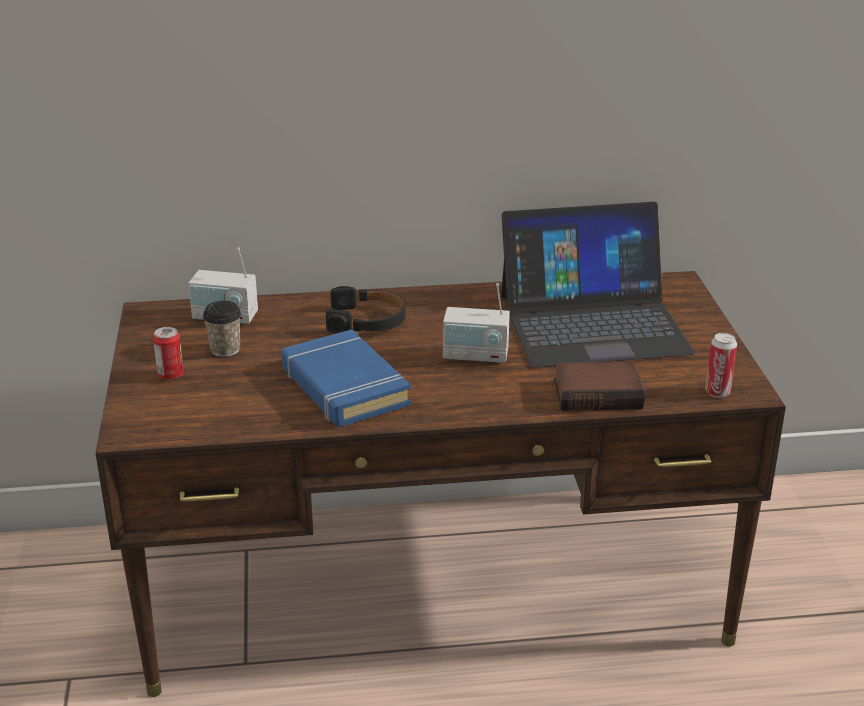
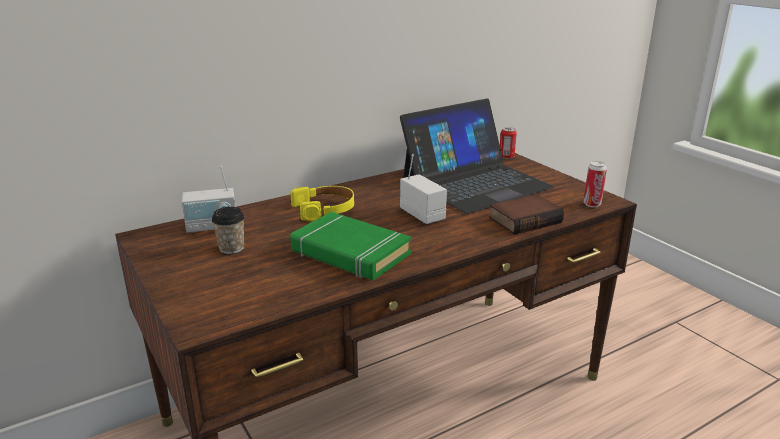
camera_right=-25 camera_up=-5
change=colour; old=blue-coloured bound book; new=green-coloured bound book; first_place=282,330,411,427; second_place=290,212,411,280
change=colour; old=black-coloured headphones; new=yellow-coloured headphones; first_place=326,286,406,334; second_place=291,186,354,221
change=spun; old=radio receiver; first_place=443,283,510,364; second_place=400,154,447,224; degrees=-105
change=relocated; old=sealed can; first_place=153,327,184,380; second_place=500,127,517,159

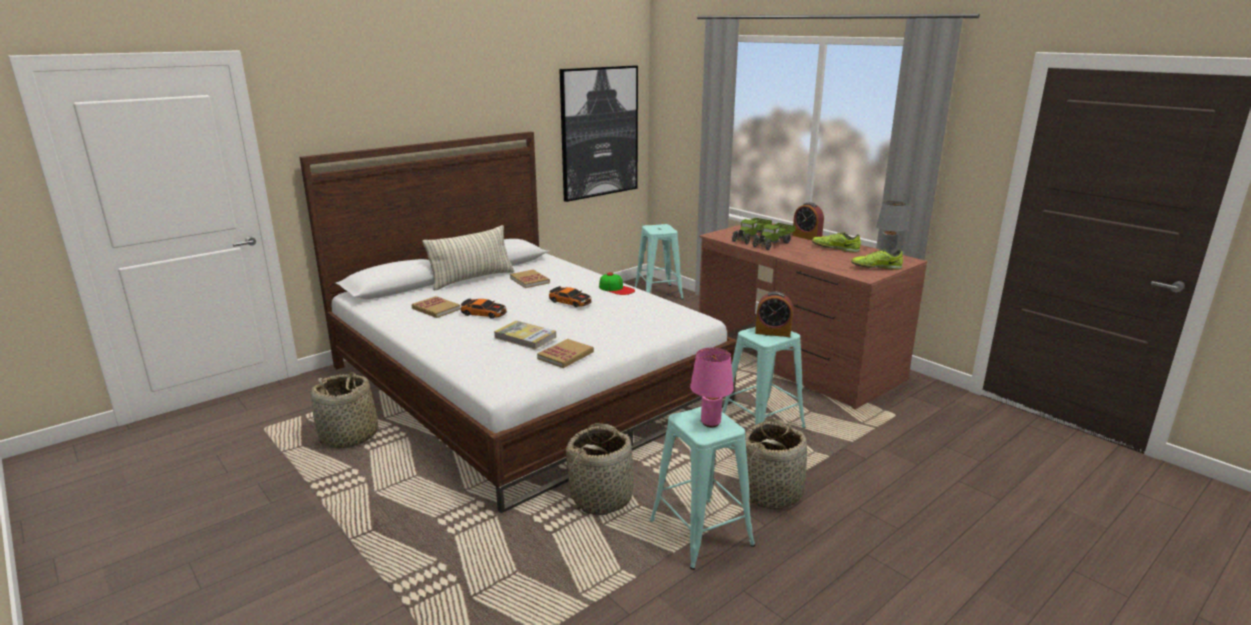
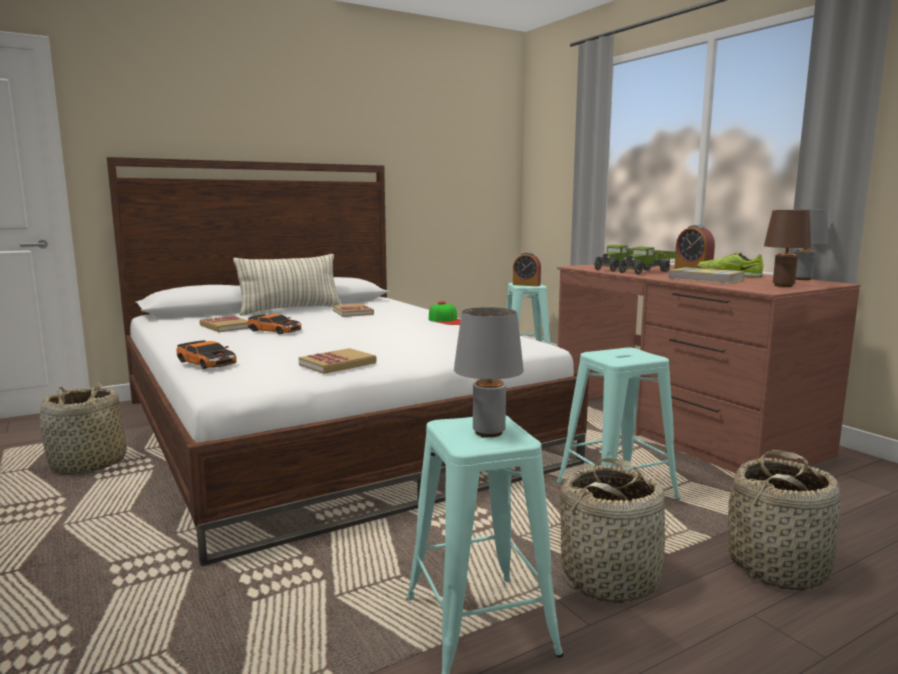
camera_right=10 camera_up=-10
change=relocated; old=miniature car; first_place=549,286,592,307; second_place=176,340,237,369
change=colour; old=pinkish table lamp; new=grey table lamp; first_place=690,348,734,427; second_place=454,307,524,437
change=relocated; old=alarm clock; first_place=755,291,793,337; second_place=513,252,541,286
change=relocated; old=bound book; first_place=494,321,556,349; second_place=668,267,744,283
change=relocated; old=basket; first_place=566,423,639,515; second_place=728,450,841,591
change=exchanged; old=item of footwear; new=brownish table lamp; first_place=851,249,903,270; second_place=764,210,811,287
change=missing; old=wall art; first_place=559,65,638,202

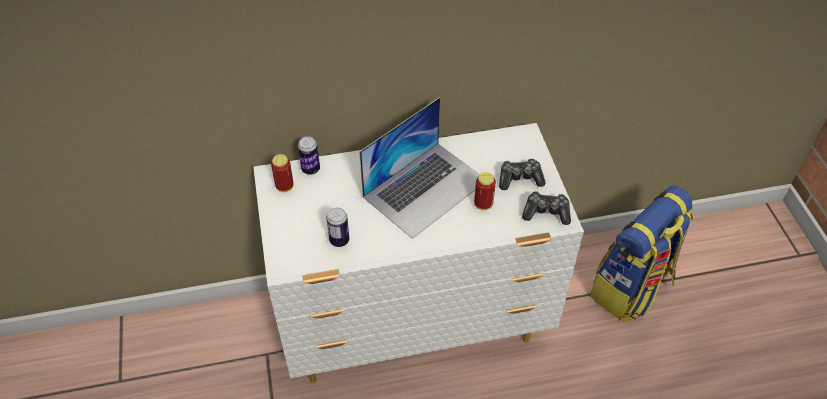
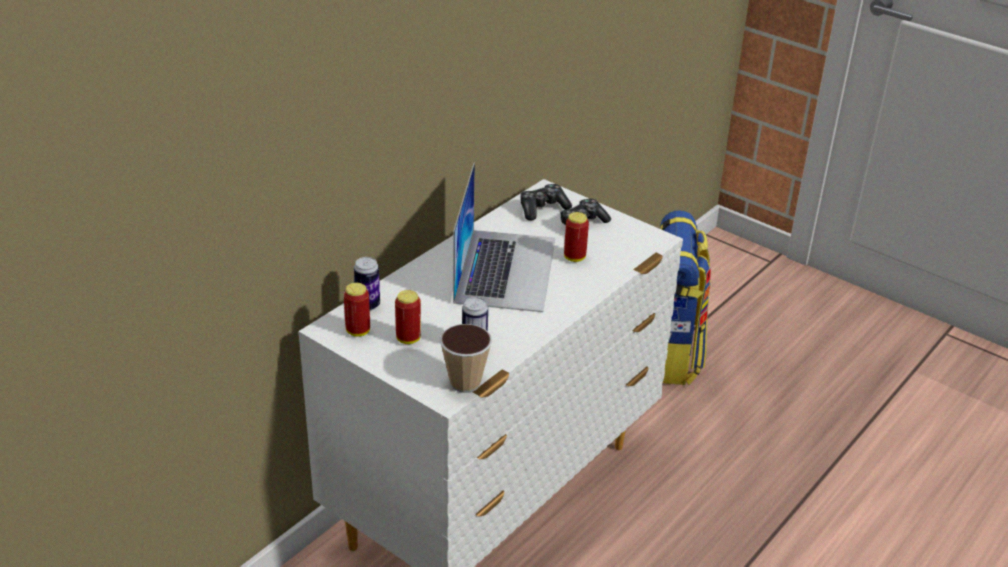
camera_right=-40 camera_up=-15
change=appeared; new=sealed can; second_place=395,290,421,344
change=appeared; new=cup; second_place=440,324,492,393
change=relocated; old=game controller; first_place=522,191,571,225; second_place=521,184,572,221

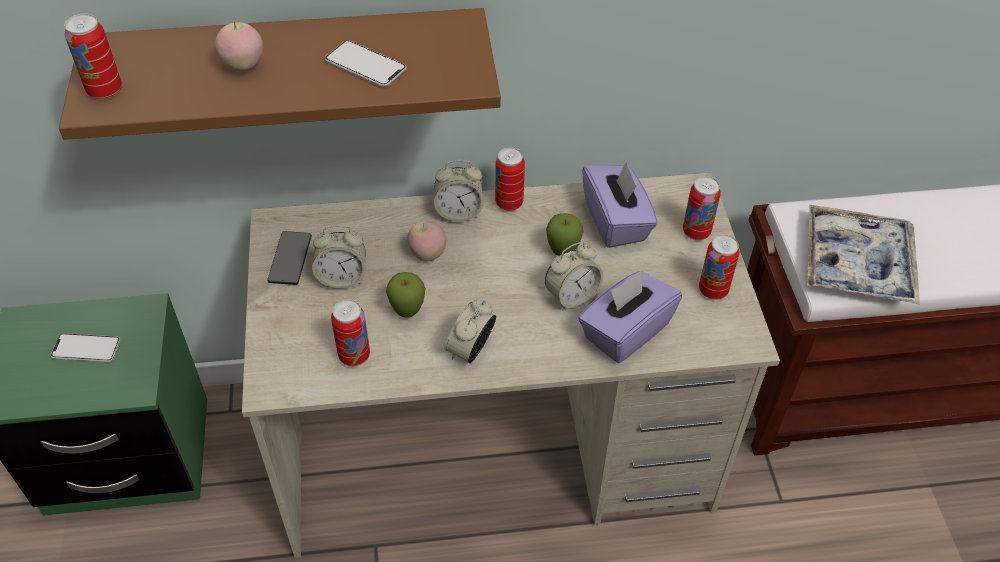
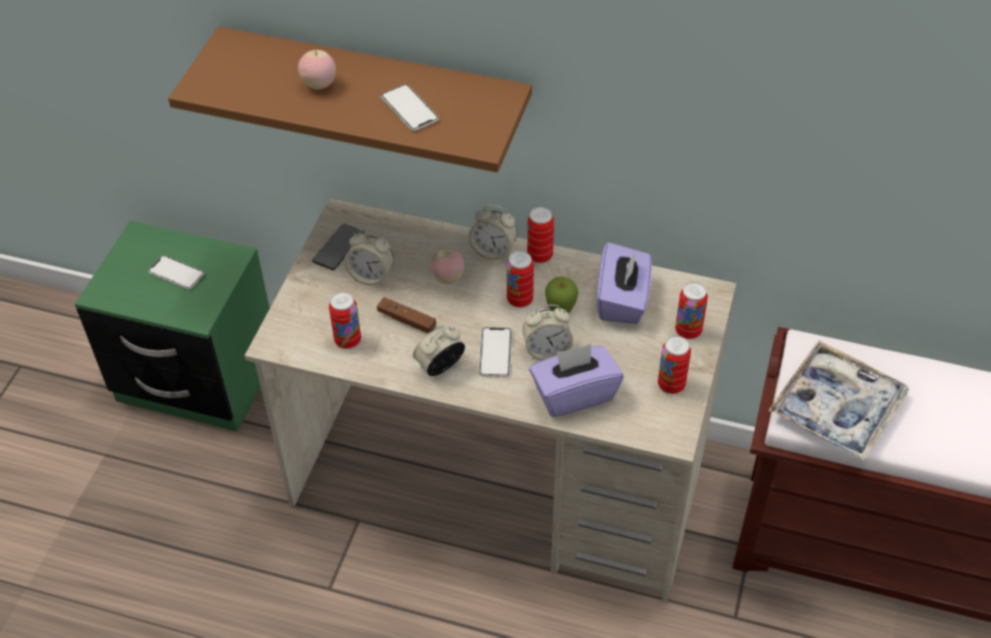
camera_right=25 camera_up=0
change=exchanged; old=apple fruit; new=brownish game controller; first_place=386,272,425,318; second_place=377,297,436,333
change=appeared; new=handset; second_place=479,327,512,377
change=relocated; old=sealed can; first_place=65,14,122,99; second_place=507,251,534,308

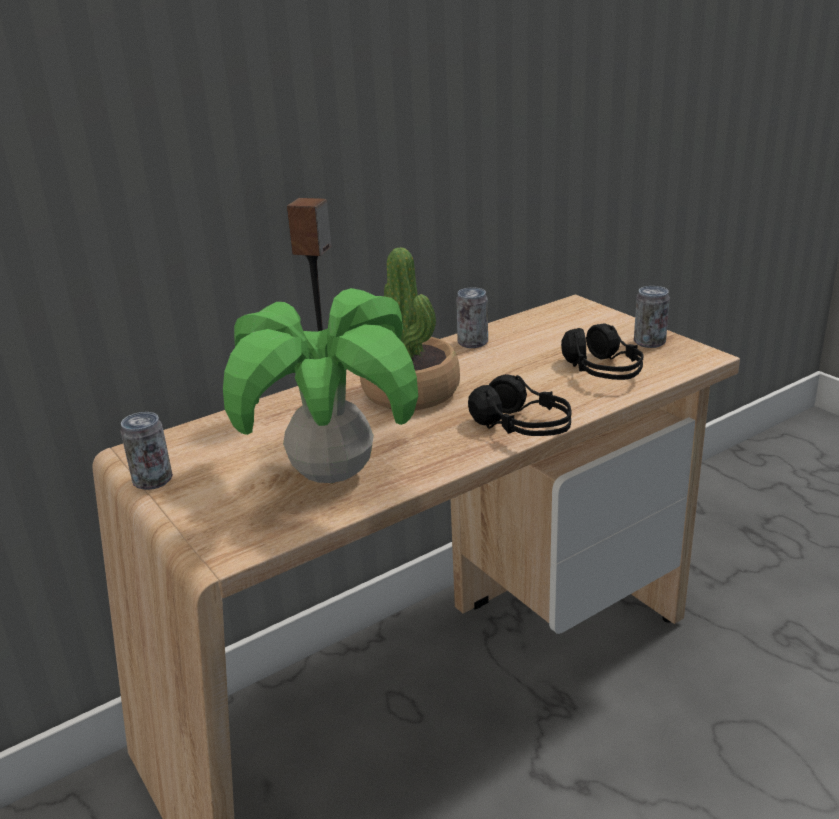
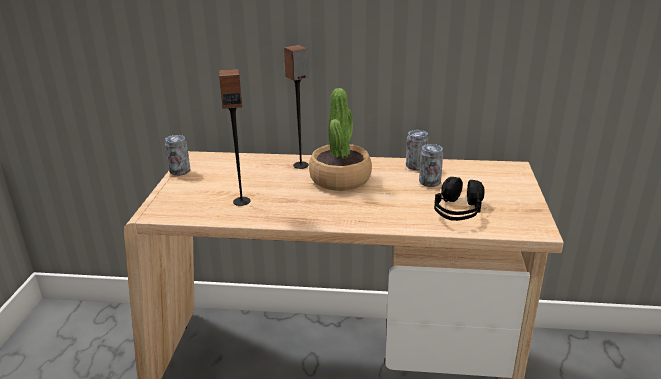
camera_right=40 camera_up=0
change=exchanged; old=houseplant; new=audio speaker; first_place=223,288,418,483; second_place=219,69,250,206
change=relocated; old=sealed can; first_place=634,286,670,348; second_place=419,144,443,187
change=missing; old=black-coloured headphones; first_place=468,374,572,436

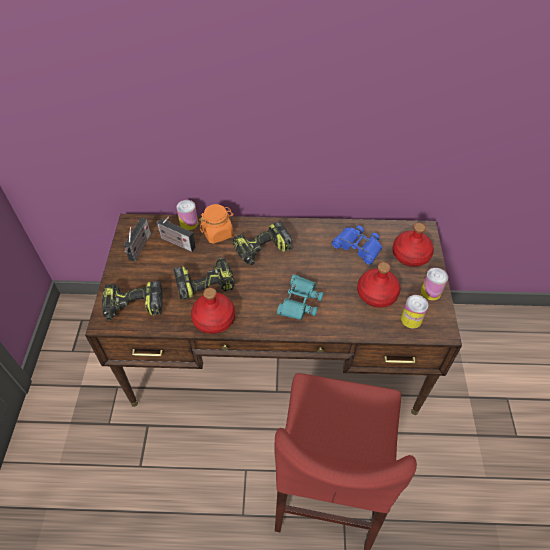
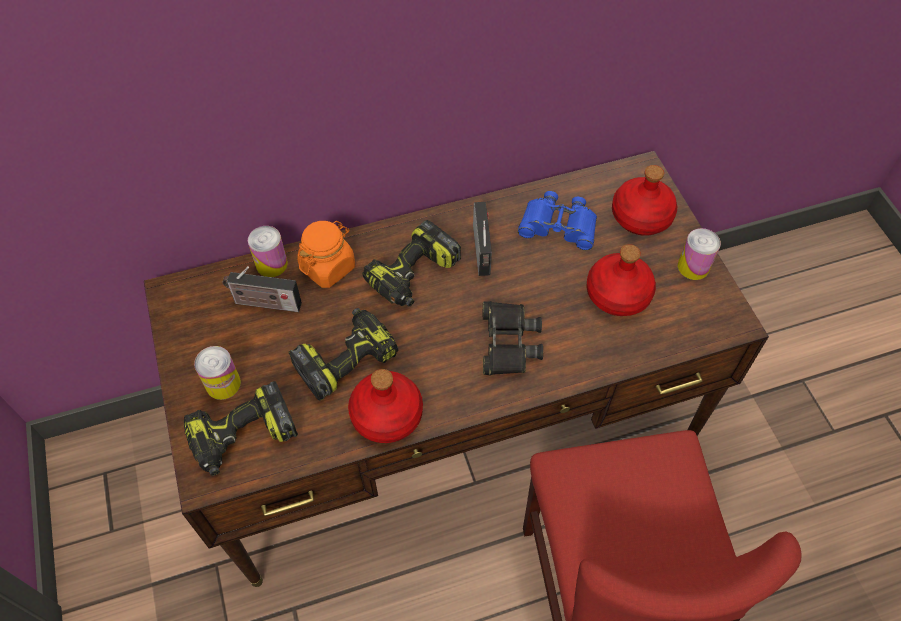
camera_right=-20 camera_up=5
change=relocated; old=sealed can; first_place=401,295,428,328; second_place=194,346,241,400
change=relocated; old=radio receiver; first_place=124,218,151,261; second_place=473,202,492,276
change=colour; old=blue-green binoculars; new=black-coloured binoculars; first_place=277,274,324,320; second_place=483,301,543,375

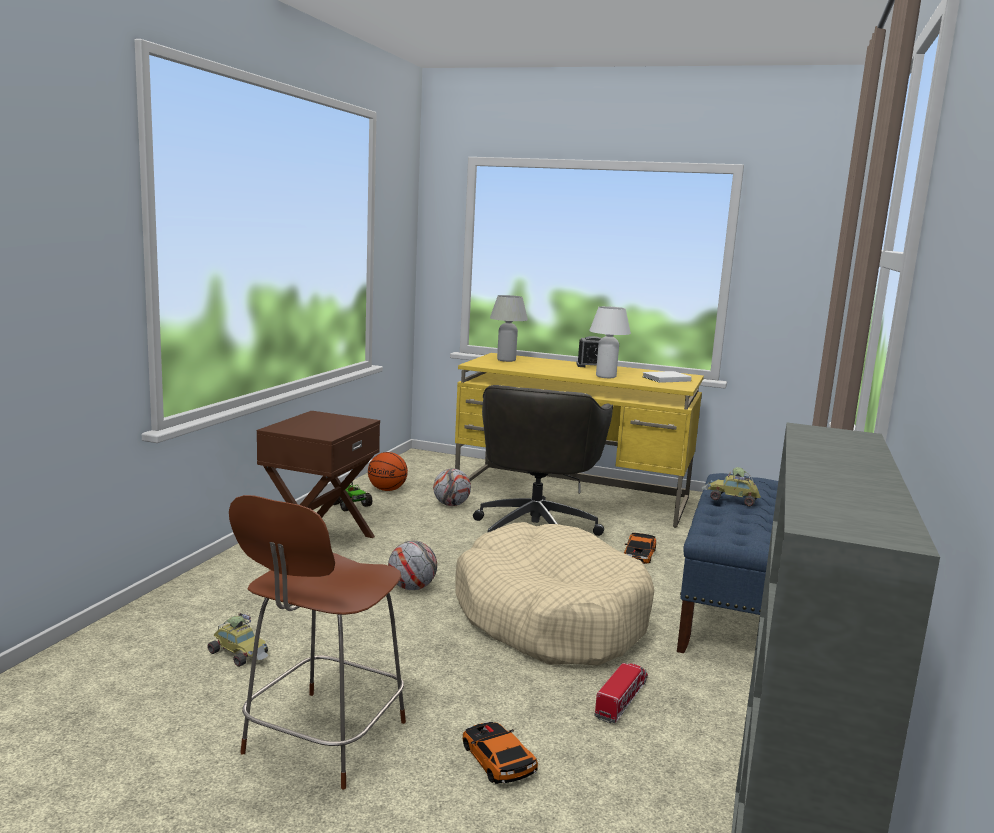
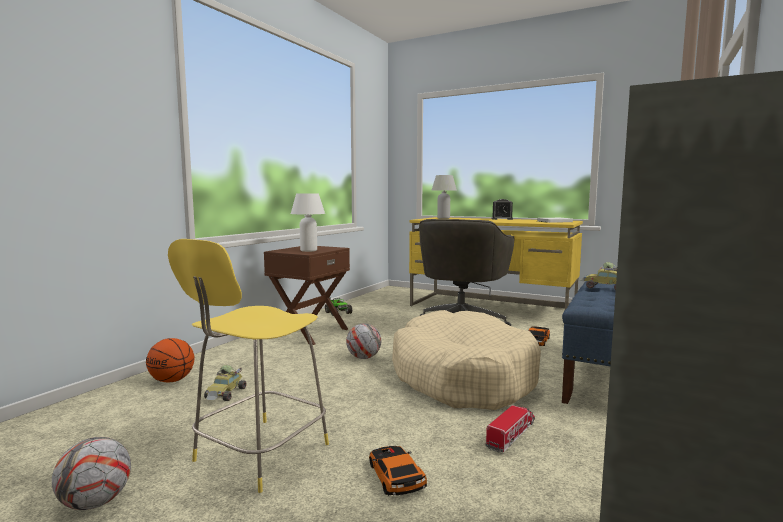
camera_right=10 camera_up=-5
change=relocated; old=football; first_place=433,468,471,506; second_place=52,437,131,510
change=relocated; old=basketball ball; first_place=368,452,408,491; second_place=146,338,195,382
change=colour; old=brownish sitting stool; new=yellow-coloured sitting stool; first_place=229,495,406,790; second_place=168,239,329,493
change=spun; old=miniature car; first_place=207,613,268,667; second_place=204,365,247,401; degrees=60
change=relocated; old=white table lamp; first_place=589,306,631,378; second_place=291,194,325,252

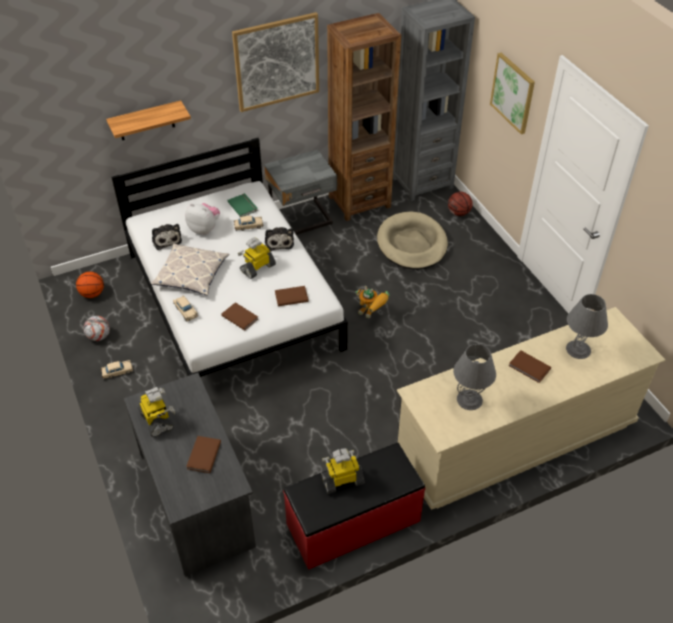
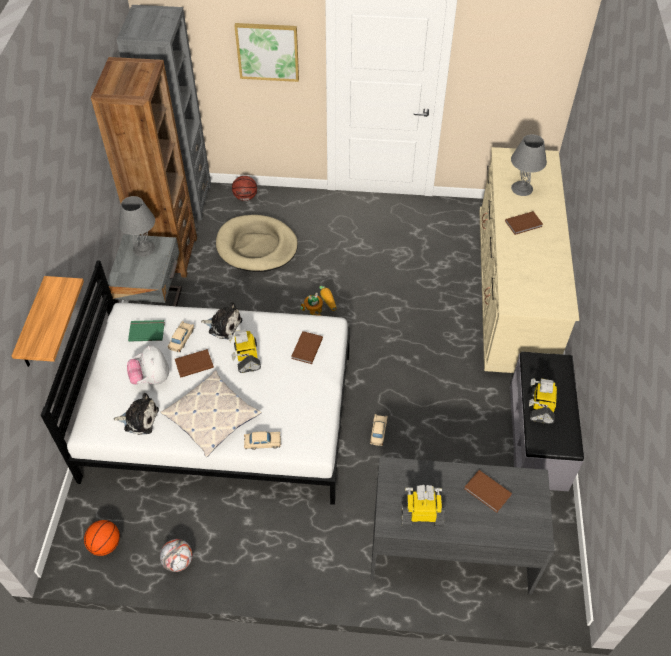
camera_right=-60 camera_up=5
change=relocated; old=grey table lamp; first_place=453,344,496,410; second_place=119,196,155,257
change=spun; old=cuddly toy; first_place=185,203,220,235; second_place=127,345,169,385; degrees=-75
change=relocated; old=brownish bound book; first_place=221,302,258,330; second_place=175,349,214,378
change=relocated; old=sand-coloured miniature car; first_place=101,360,133,379; second_place=370,414,388,446
change=colour; old=reddish long seat; new=grey long seat; first_place=283,443,425,570; second_place=510,352,584,491
change=missing; old=wall art; first_place=232,12,319,112

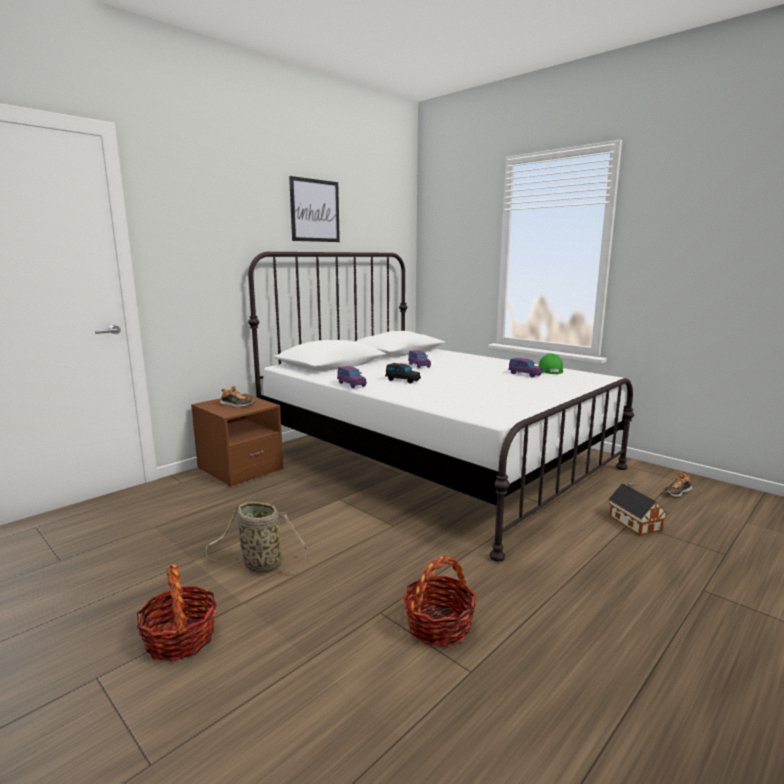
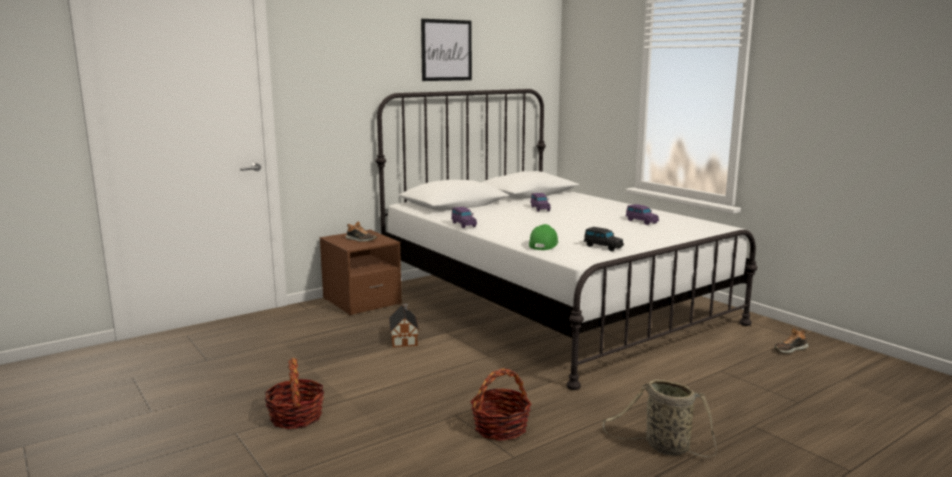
camera_right=10 camera_up=0
change=relocated; old=model house; first_place=608,482,667,536; second_place=389,304,419,347
change=relocated; old=green-coloured peaked cap; first_place=539,353,563,374; second_place=529,224,558,250
change=relocated; old=black-coloured miniature car; first_place=385,363,421,384; second_place=584,227,624,251
change=relocated; old=basket; first_place=205,502,307,573; second_place=602,379,717,457

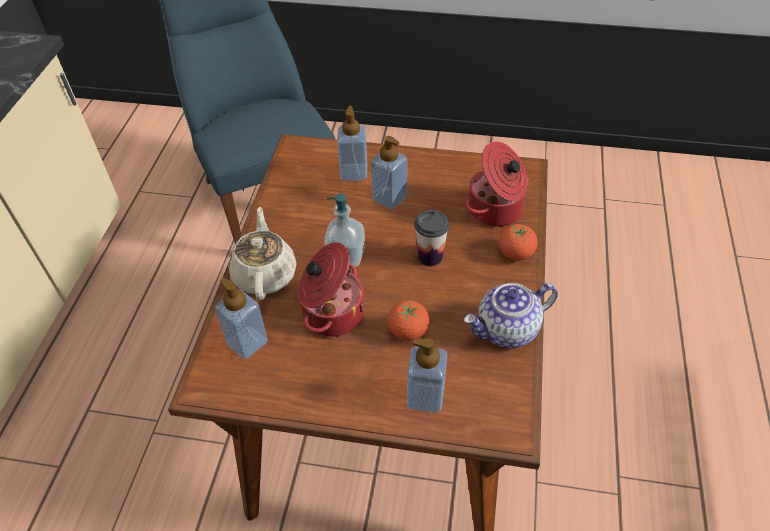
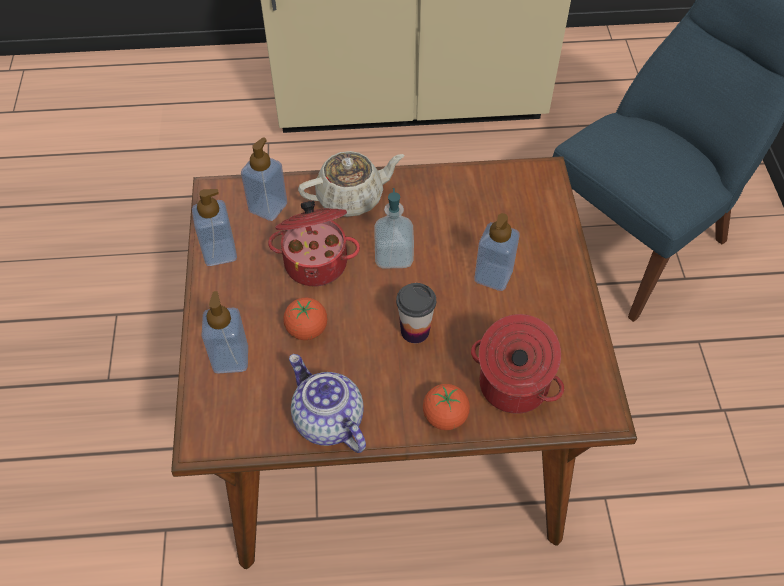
camera_right=75 camera_up=5
change=relocated; old=liquid soap bottle; first_place=337,106,367,181; second_place=192,189,237,266

